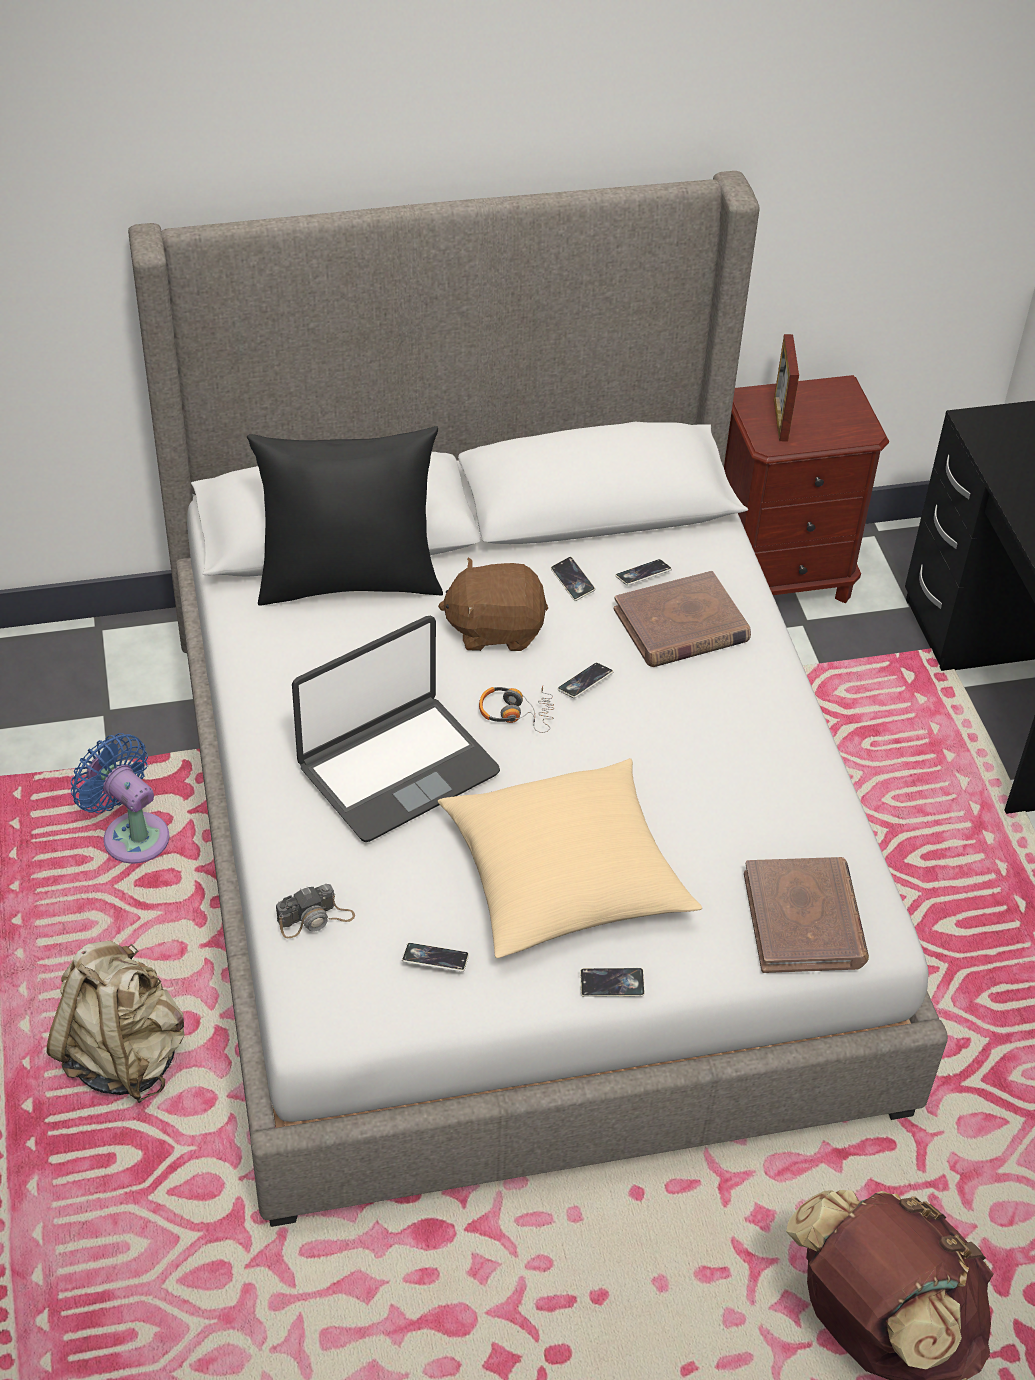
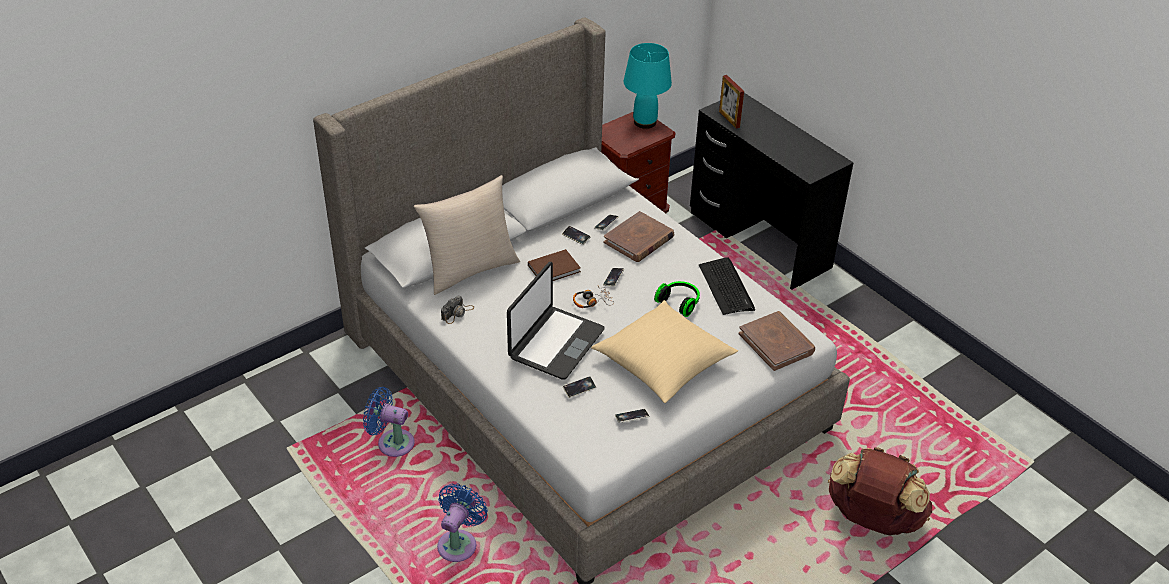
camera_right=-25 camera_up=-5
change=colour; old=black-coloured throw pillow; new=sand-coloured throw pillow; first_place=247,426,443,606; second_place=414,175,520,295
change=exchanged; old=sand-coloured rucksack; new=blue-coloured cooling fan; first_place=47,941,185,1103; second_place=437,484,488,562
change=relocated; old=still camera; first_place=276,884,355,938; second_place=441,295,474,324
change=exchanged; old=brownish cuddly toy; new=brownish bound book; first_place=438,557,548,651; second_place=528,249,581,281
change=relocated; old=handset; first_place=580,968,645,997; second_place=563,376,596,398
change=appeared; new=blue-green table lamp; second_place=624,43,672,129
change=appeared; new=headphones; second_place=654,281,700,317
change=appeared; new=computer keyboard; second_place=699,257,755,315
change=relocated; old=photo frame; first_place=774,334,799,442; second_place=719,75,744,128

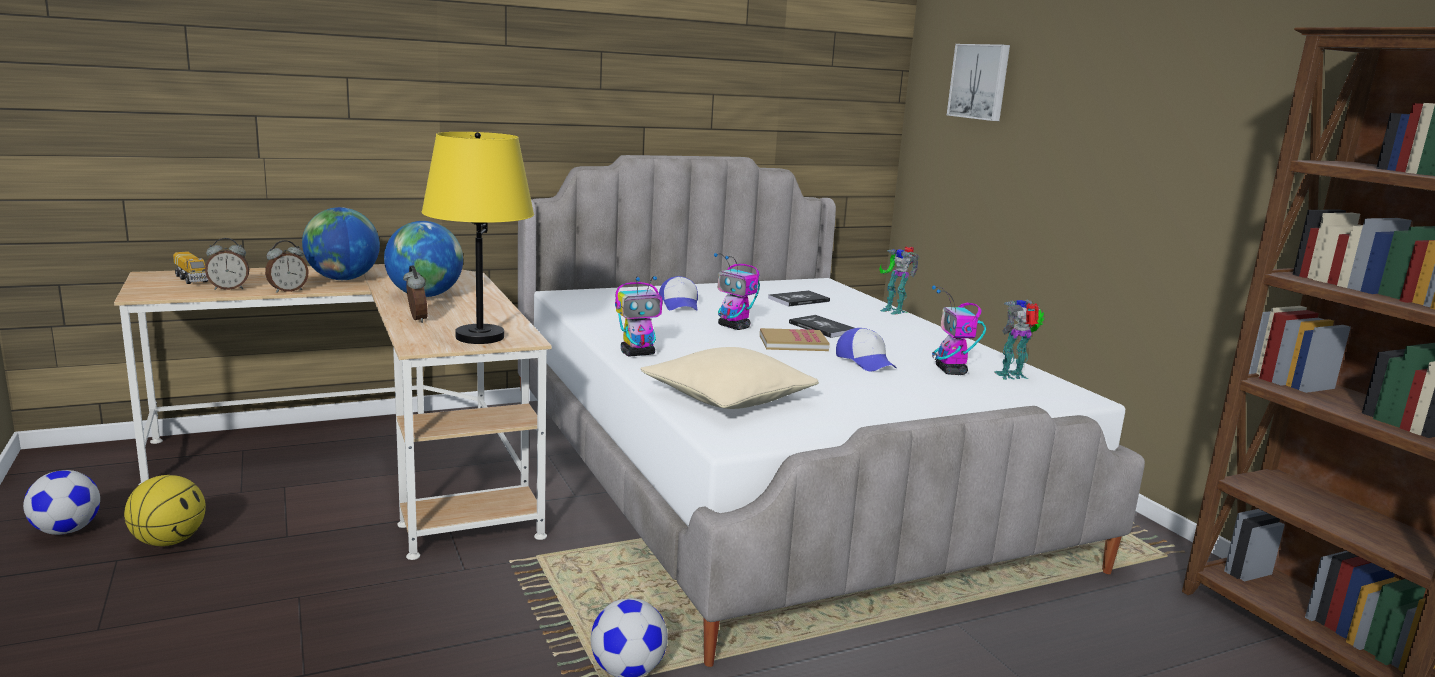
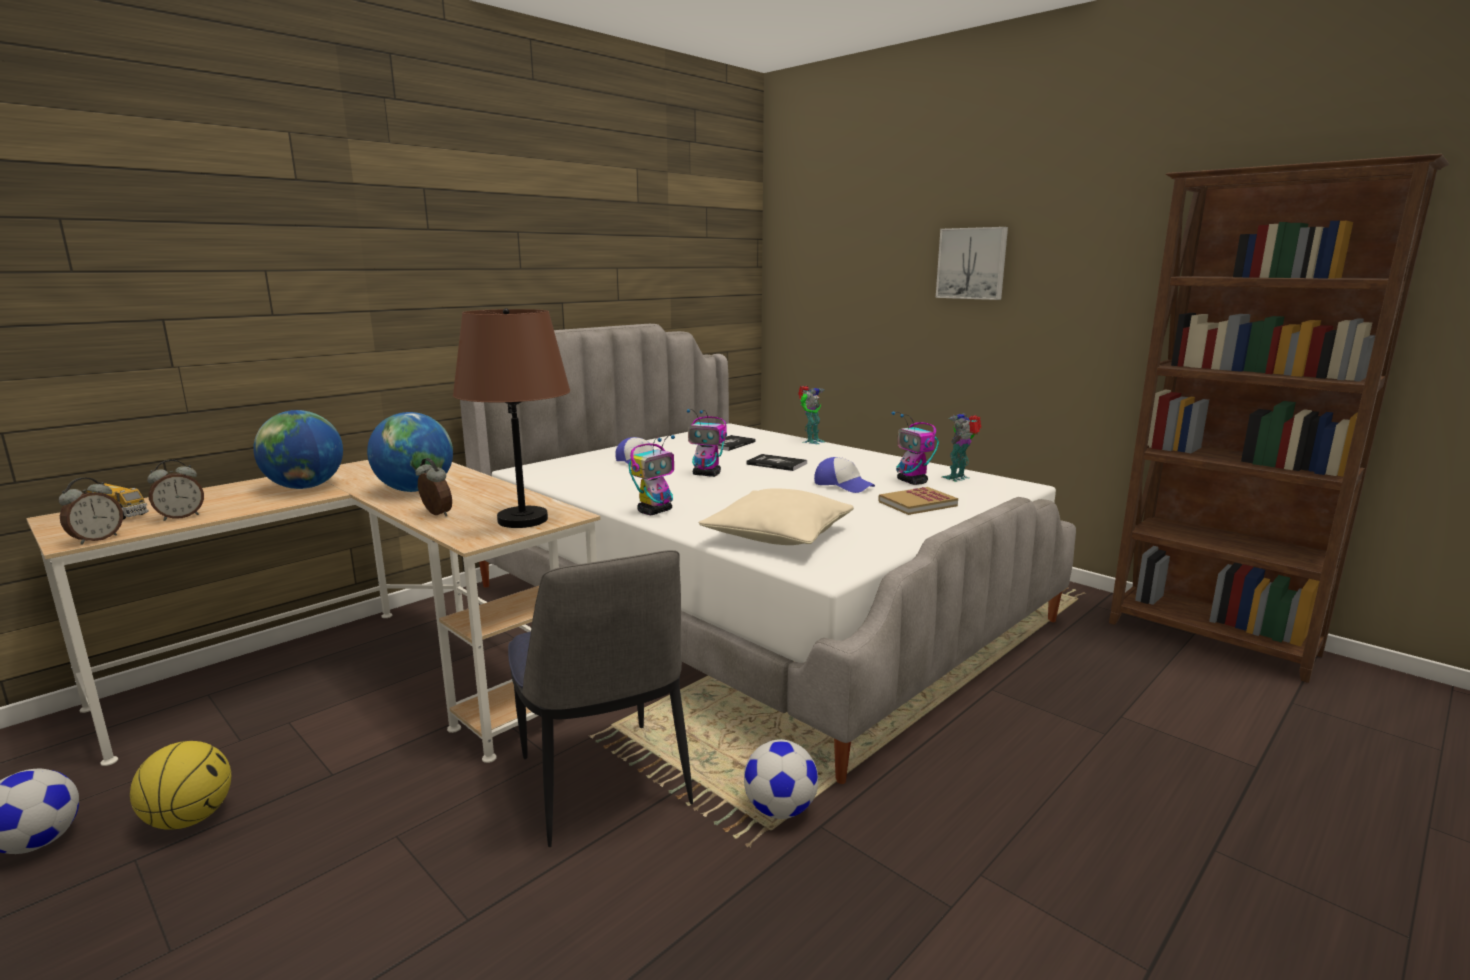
camera_right=-20 camera_up=0
change=relocated; old=alarm clock; first_place=265,240,309,293; second_place=59,478,123,545
change=colour; old=yellow-coloured table lamp; new=brownish table lamp; first_place=422,132,534,344; second_place=453,308,570,528
change=appeared; new=upright chair; second_place=508,550,693,847
change=spun; old=toy robot; first_place=879,246,919,315; second_place=798,386,825,444; degrees=-75
change=relocated; old=bound book; first_place=760,328,830,351; second_place=878,487,958,515
change=relocated; old=wall art; first_place=947,44,1010,121; second_place=936,227,1008,300

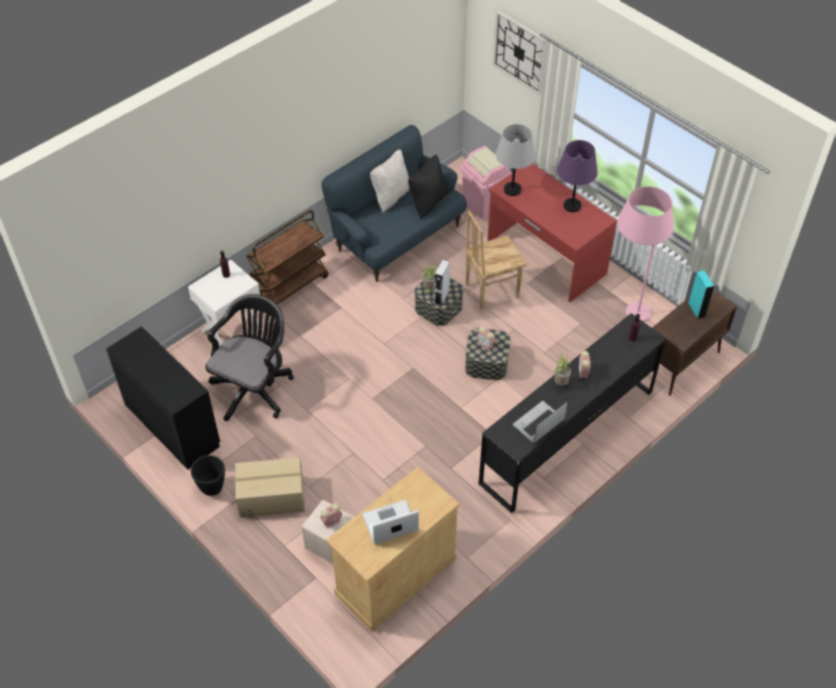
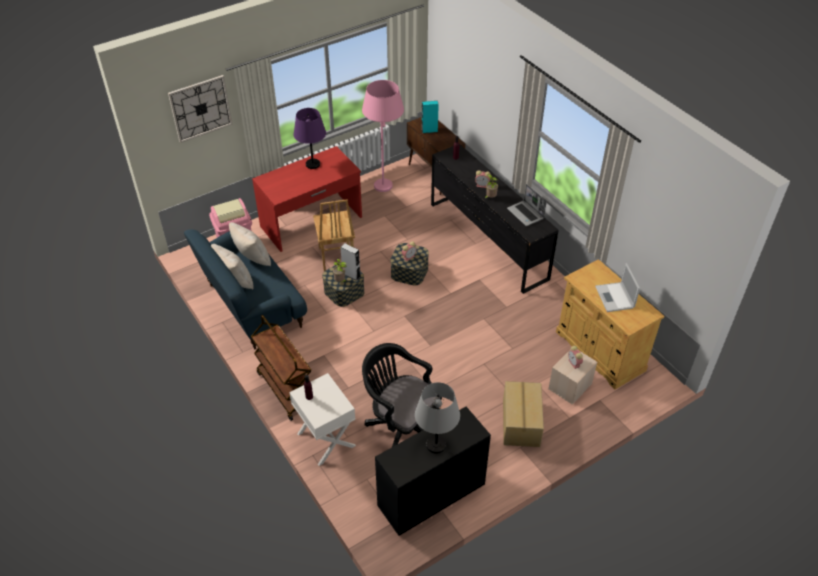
camera_right=-80 camera_up=-5
change=colour; old=black-coloured throw pillow; new=sand-coloured throw pillow; first_place=408,155,450,219; second_place=229,222,271,266
change=relocated; old=grey table lamp; first_place=496,124,536,196; second_place=415,382,460,454
change=missing; old=black-coloured plant pot; first_place=191,455,225,496

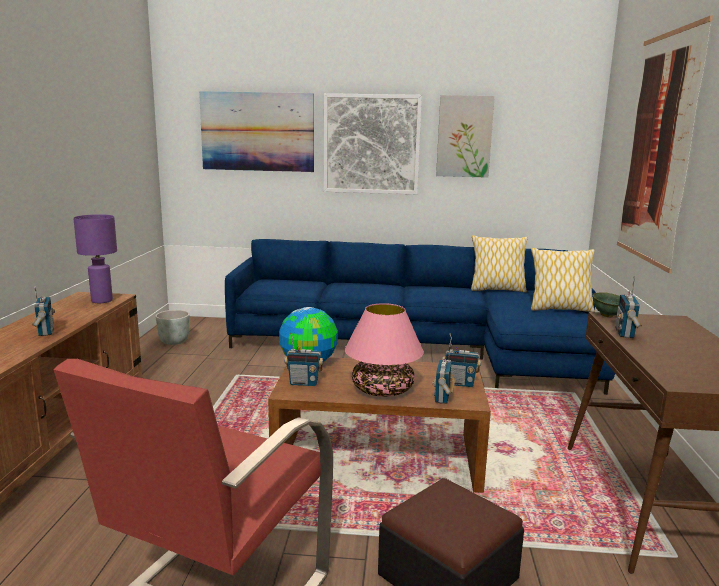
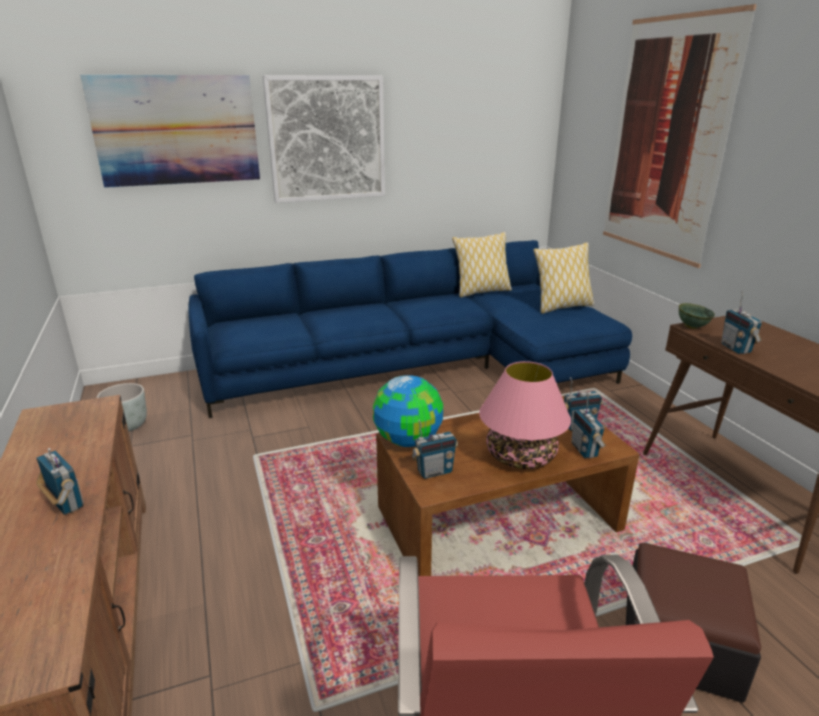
camera_right=-25 camera_up=10
change=missing; old=purplish table lamp; first_place=73,214,117,303
change=missing; old=wall art; first_place=436,95,495,178

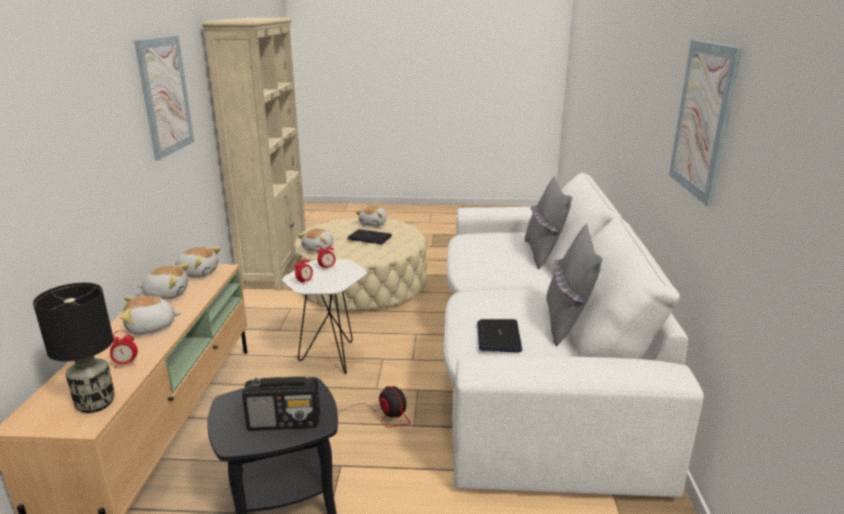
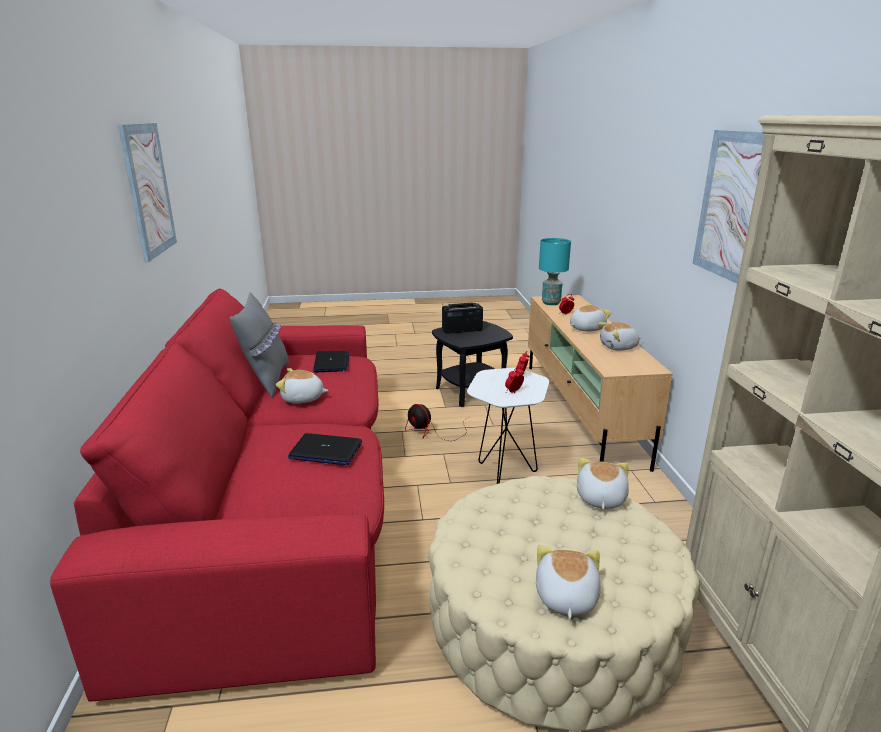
camera_right=170 camera_up=0
change=colour; old=white settee; new=reddish settee; first_place=444,172,704,497; second_place=50,289,384,701
change=relocated; old=cuddly toy; first_place=174,247,221,278; second_place=276,368,329,403
change=relocated; old=notebook computer; first_place=347,229,392,244; second_place=288,433,362,465
change=colour; old=black-coloured table lamp; new=blue-green table lamp; first_place=33,283,115,413; second_place=539,238,571,305
change=missing; old=grey throw pillow; first_place=525,176,572,269

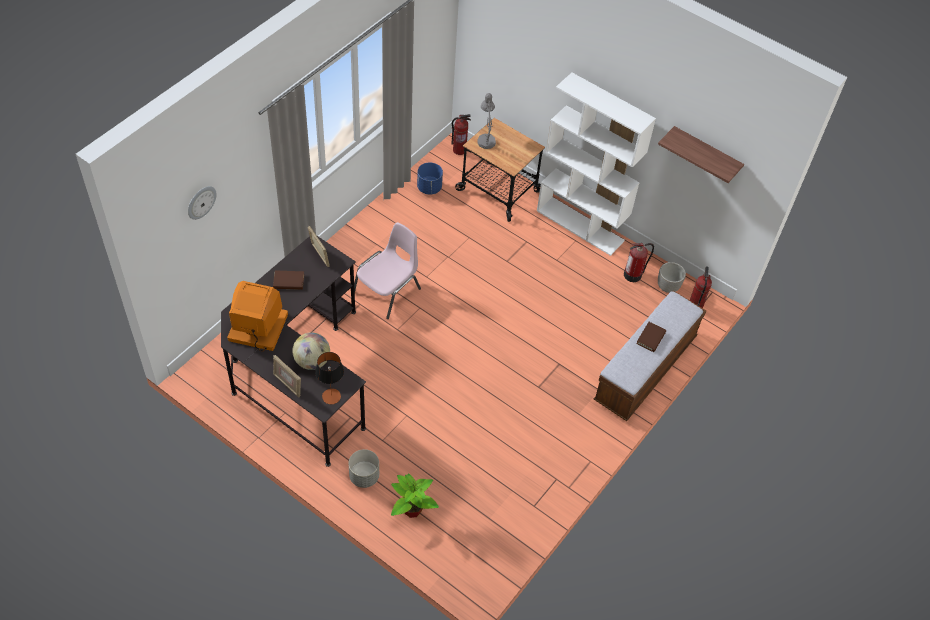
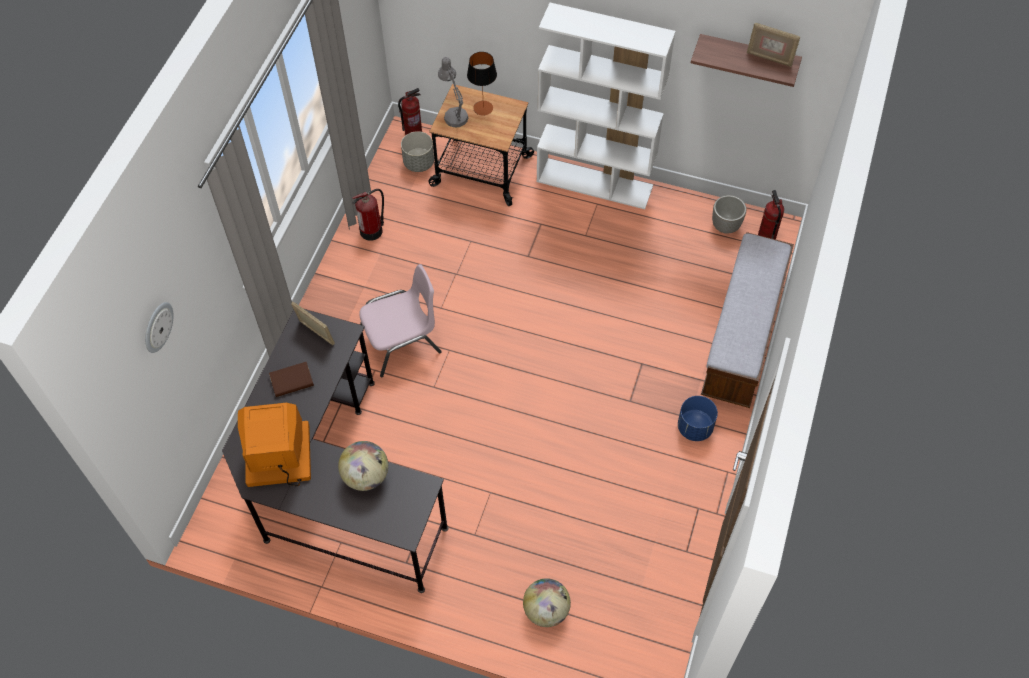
camera_right=-15 camera_up=5
change=relocated; old=fire extinguisher; first_place=624,243,654,282; second_place=352,189,384,241
change=spun; old=pinkish upright chair; first_place=354,222,421,319; second_place=359,264,442,377; degrees=45
change=relocated; old=grey plant pot; first_place=349,449,379,488; second_place=401,131,434,172
change=relocated; old=table lamp; first_place=315,352,344,404; second_place=467,52,497,116
change=exchanged; old=houseplant; new=desk globe; first_place=391,473,439,518; second_place=523,578,571,627
change=relocated; old=blue-coloured plant pot; first_place=417,163,443,195; second_place=678,396,718,441
change=relocated; old=photo frame; first_place=273,355,301,397; second_place=747,23,800,67
change=missing; old=brownish bound book; first_place=636,322,666,352

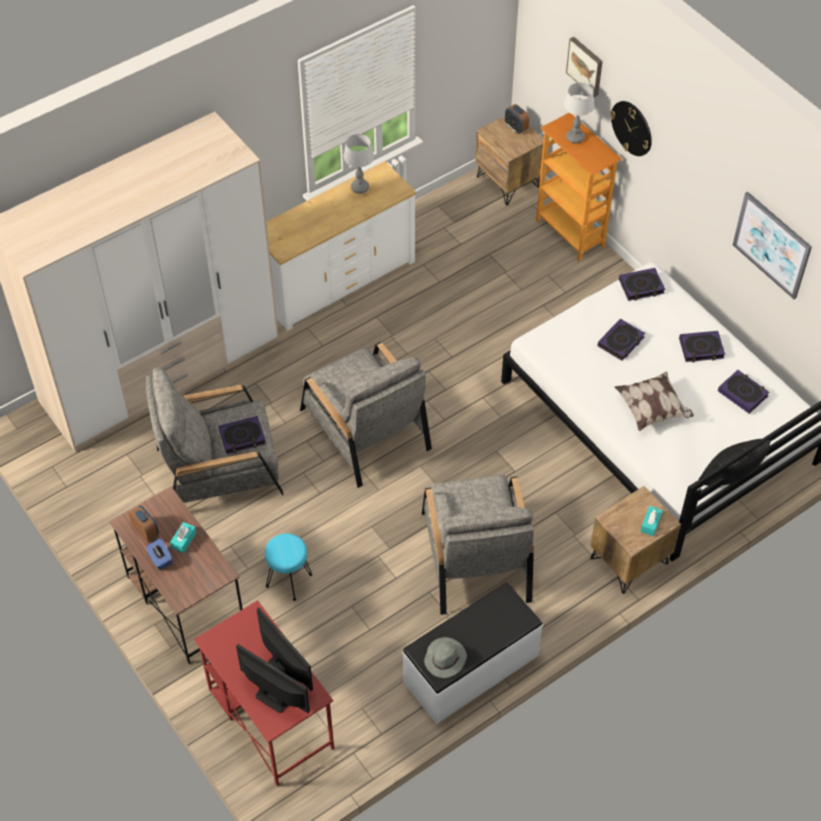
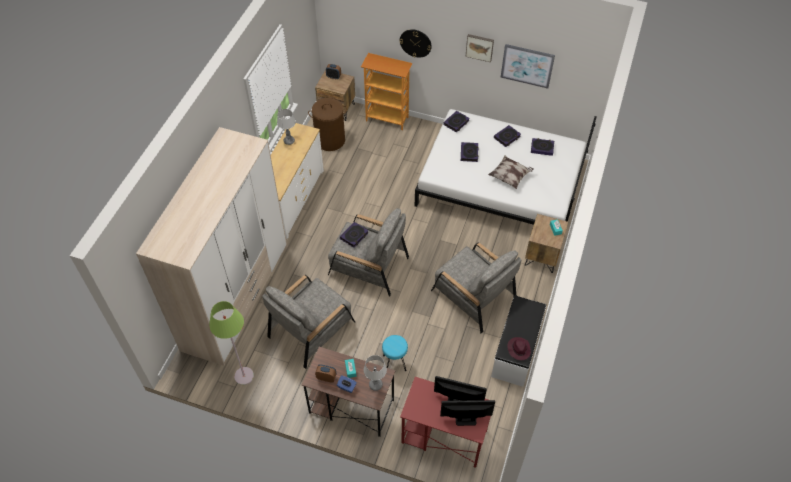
camera_right=-35 camera_up=0
change=appeared; new=green-coloured standing lamp; second_place=209,301,254,385
change=appeared; new=brownish laundry basket; second_place=308,98,347,151
change=relocated; old=bound book; first_place=218,416,266,454; second_place=340,222,369,248
change=relocated; old=table lamp; first_place=564,82,594,143; second_place=364,355,387,391
change=relocated; old=wall art; first_place=566,37,603,97; second_place=465,34,494,62
change=colour; old=grey hat; new=purplish hat; first_place=424,637,467,678; second_place=507,337,531,360
change=missing; old=black-coloured throw pillow; first_place=699,439,771,486

